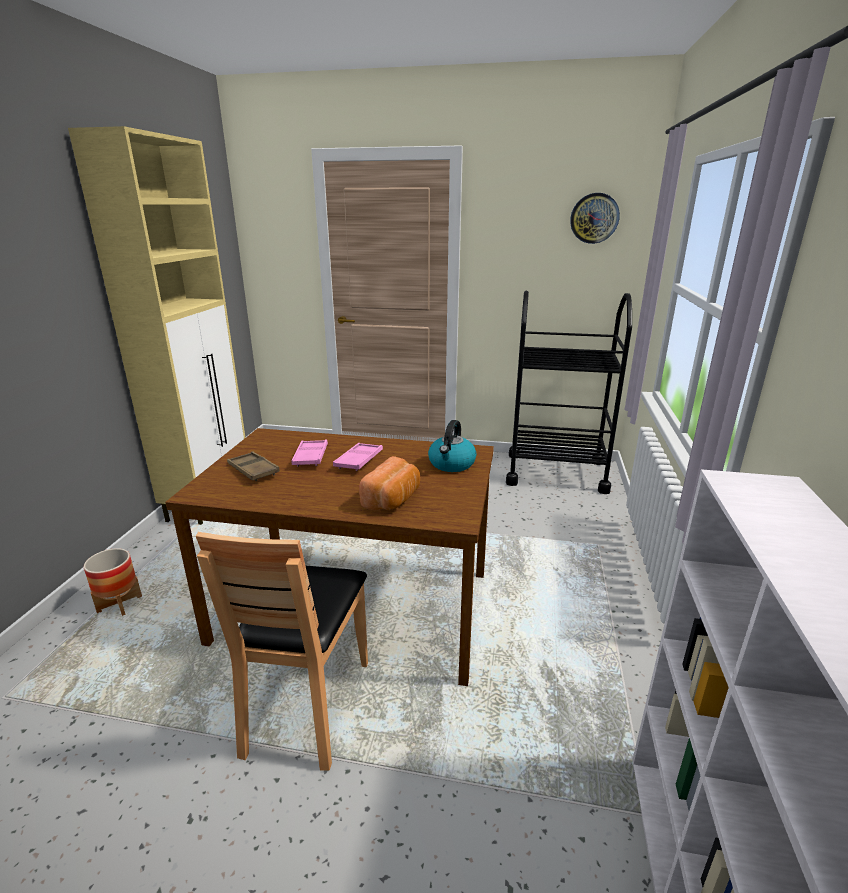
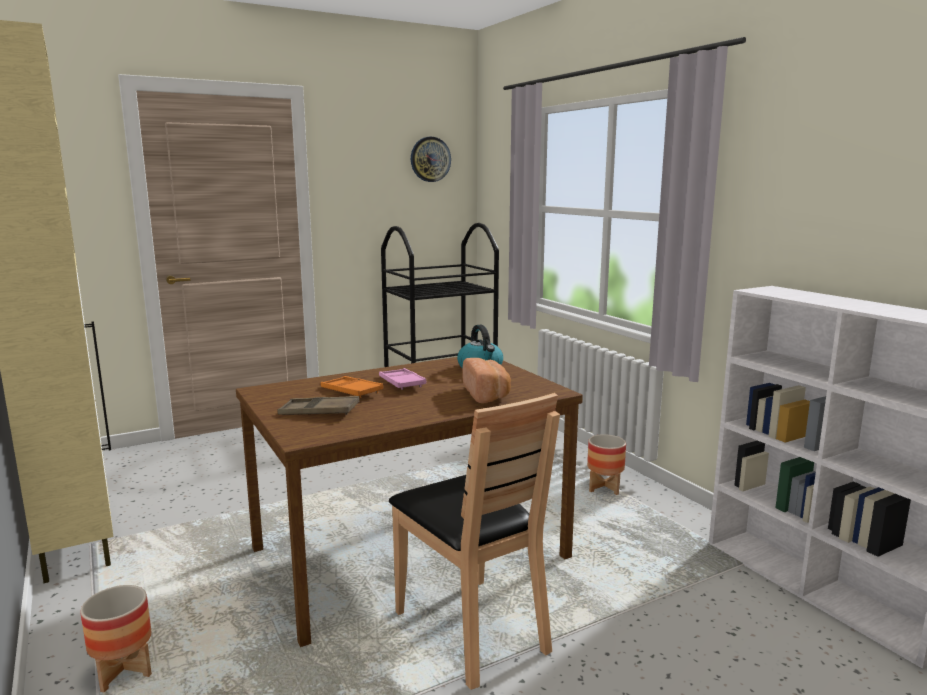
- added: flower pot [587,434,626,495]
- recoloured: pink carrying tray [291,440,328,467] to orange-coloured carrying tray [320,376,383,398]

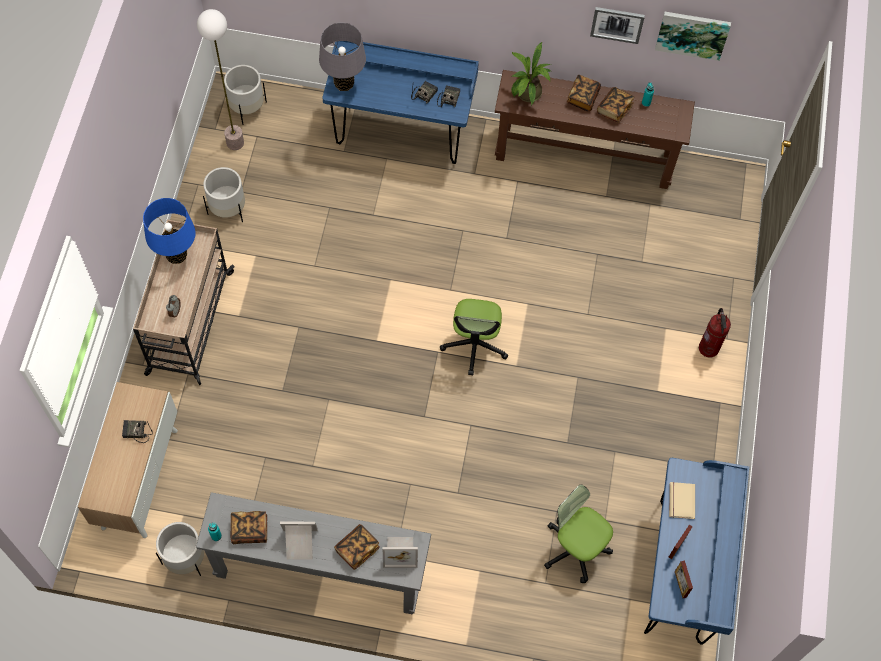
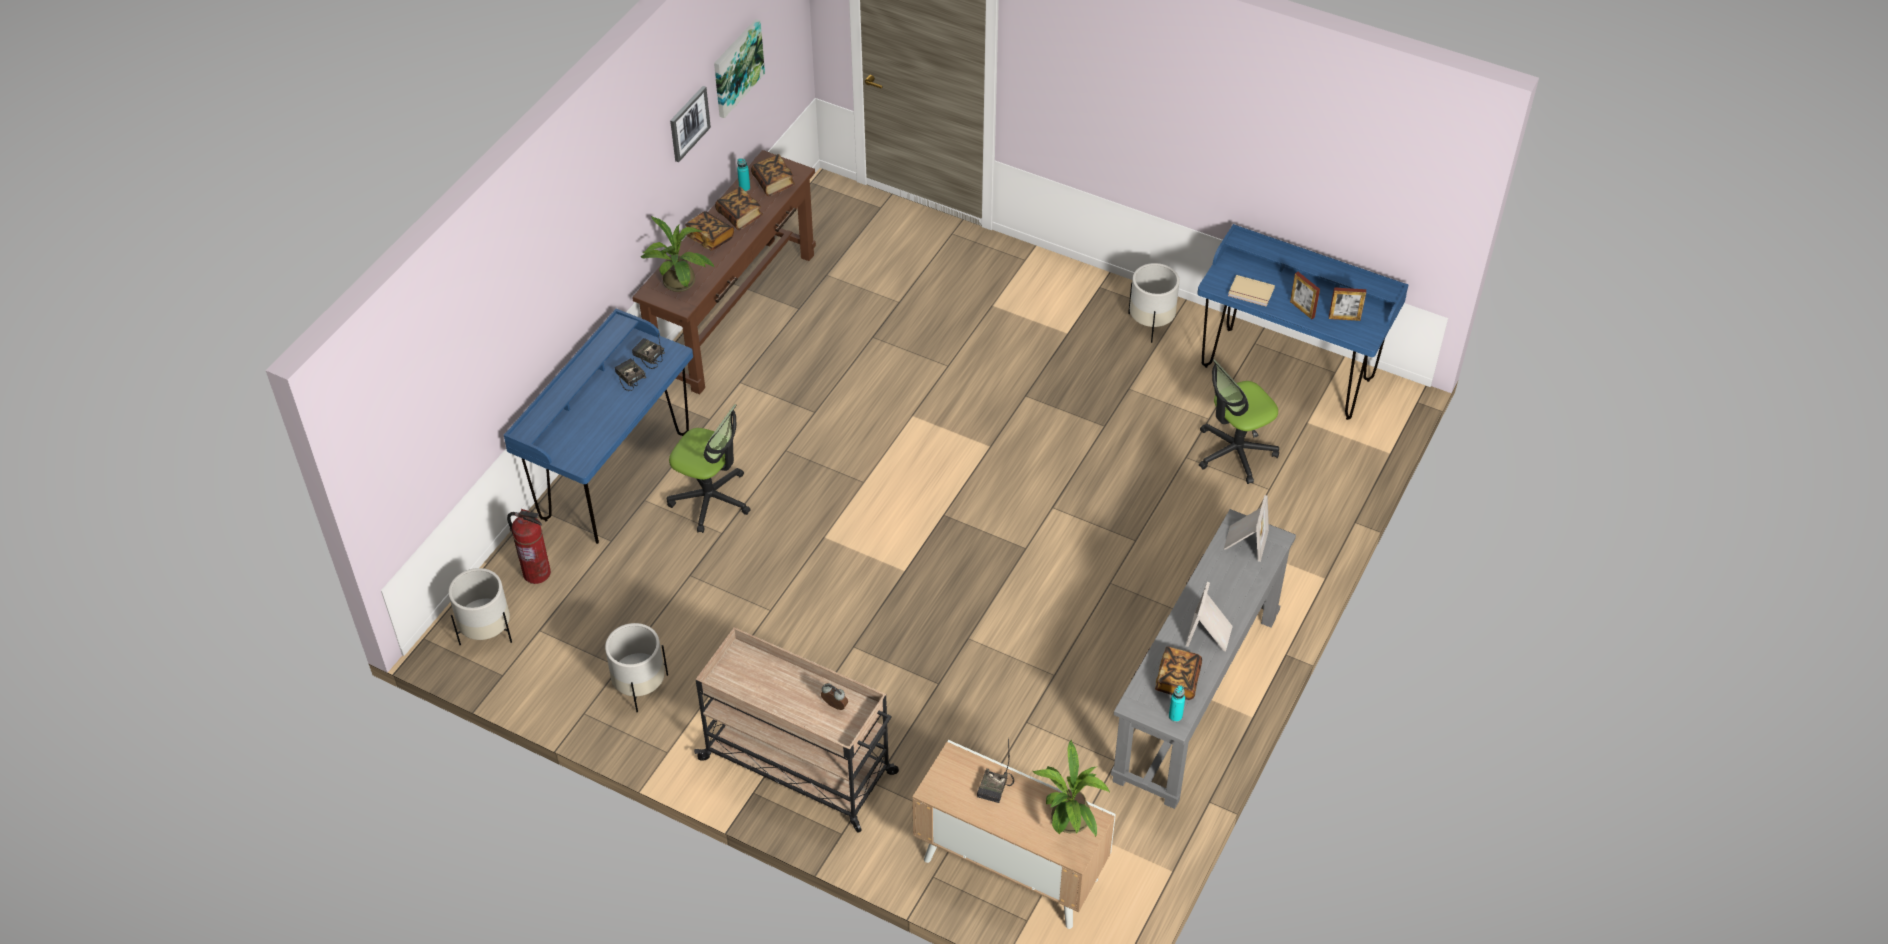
- removed: bluish lamp for a table [143,198,196,264]
- removed: standing lamp [197,9,244,150]
- removed: gray lamp for a table [319,22,366,91]
- added: houseplant [1033,740,1110,838]
- moved: white flower pot [156,522,204,576] to [1128,263,1180,343]
- moved: bound book [334,524,380,570] to [751,154,795,196]
- moved: office chair [440,299,508,376] to [667,404,751,533]
- moved: fire extinguisher [699,308,731,358] to [507,509,551,584]

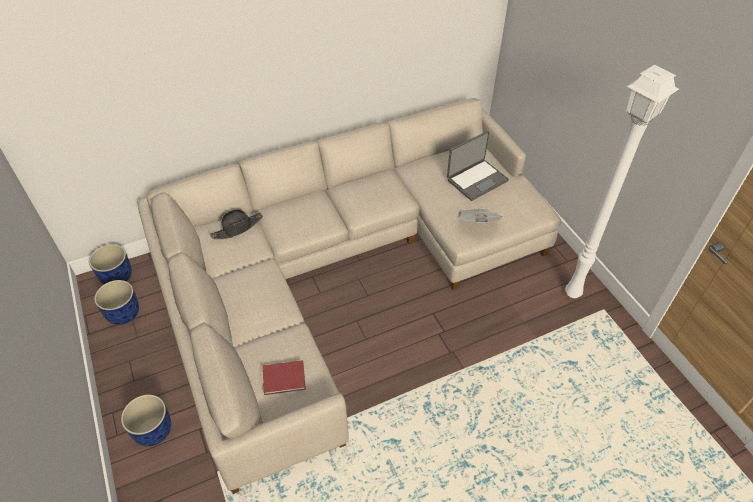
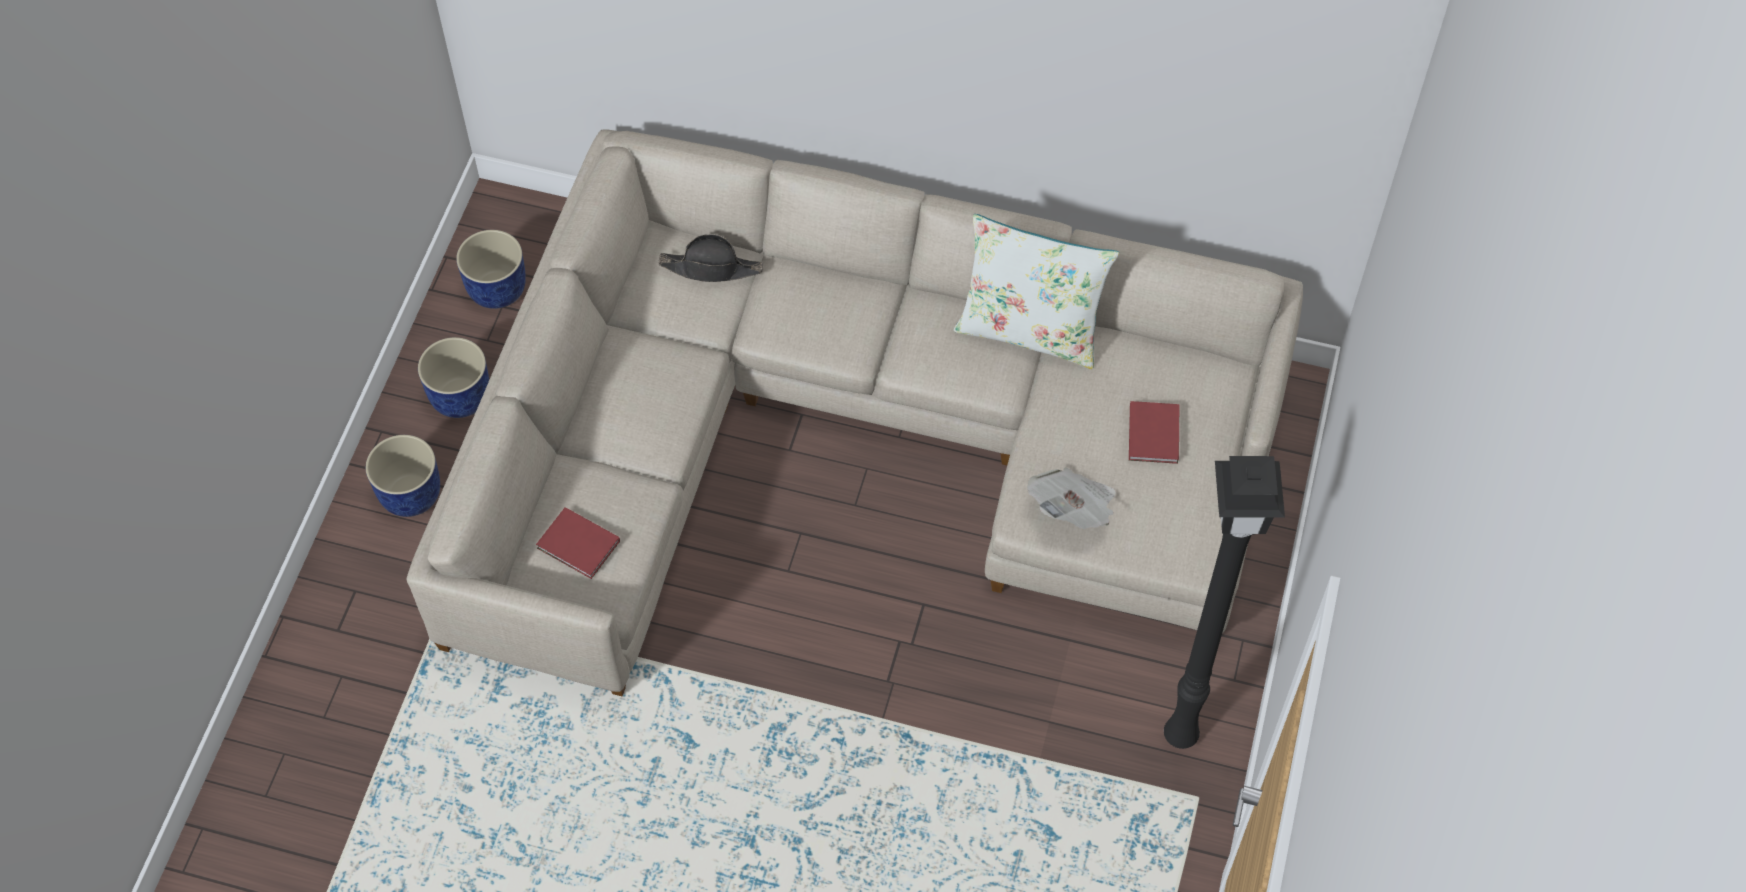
- added: white cushion [954,214,1119,369]
- moved: bluish flower pot [89,244,132,284] to [418,337,489,418]
- replaced: notebook computer [447,131,509,201] to red-coloured bound book [1129,401,1179,464]
- recoloured: white standing lamp [565,65,679,298] to black standing lamp [1164,456,1285,749]

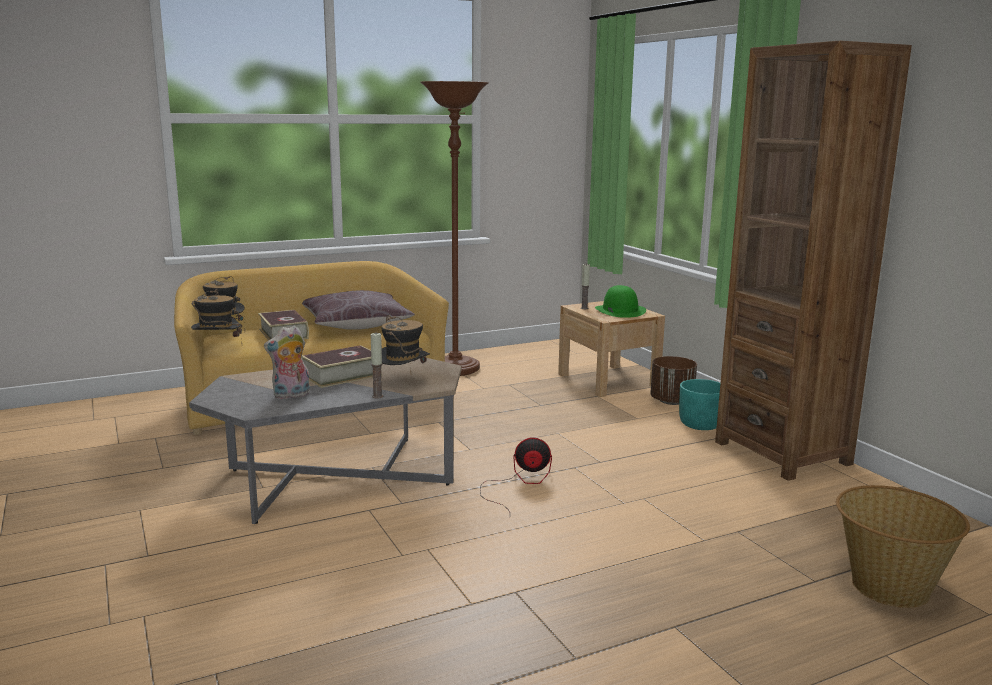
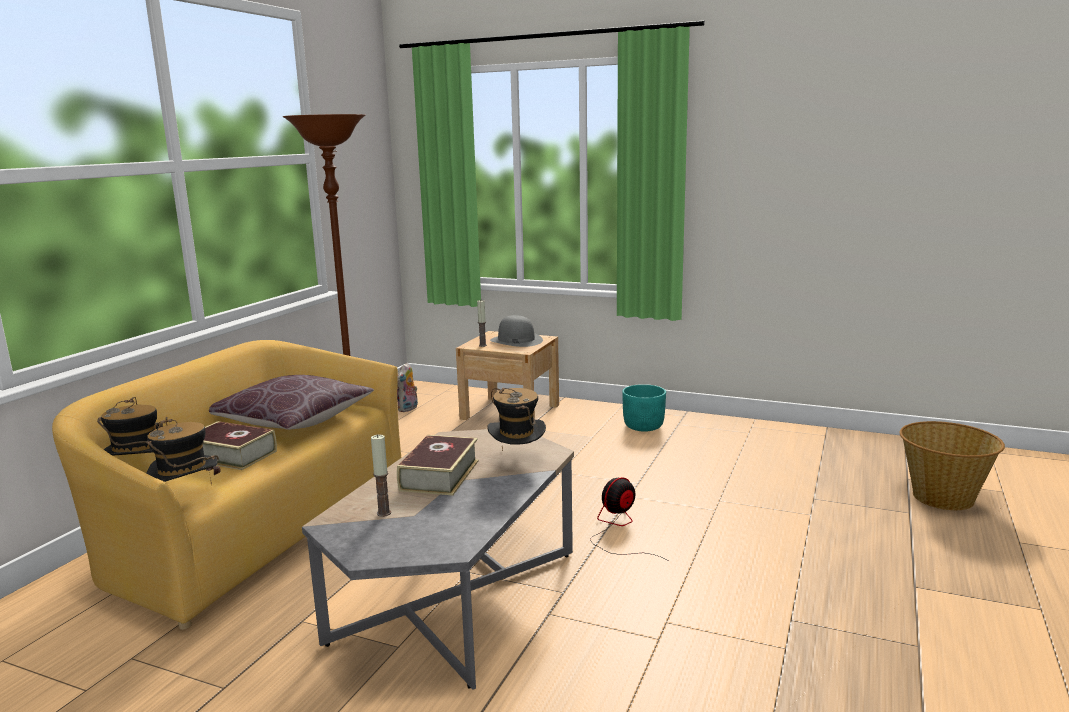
- removed: brown flower pot [650,356,697,405]
- removed: brown shelving unit [715,41,912,481]
- moved: cuddly toy [264,326,310,399] to [397,362,418,412]
- moved: wax candle [371,333,383,399] to [371,434,391,517]
- recoloured: green wearable hat [595,285,646,318] to gray wearable hat [490,315,543,347]

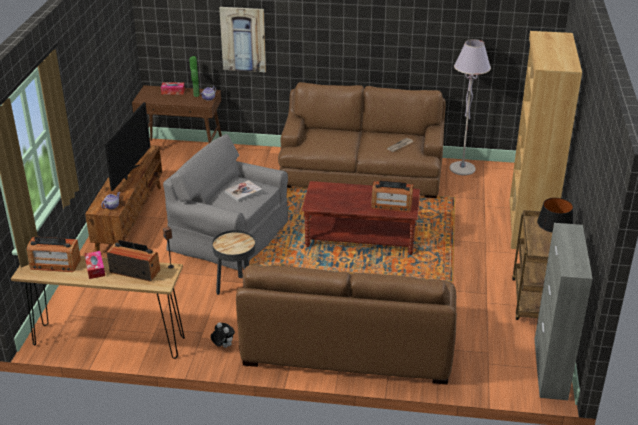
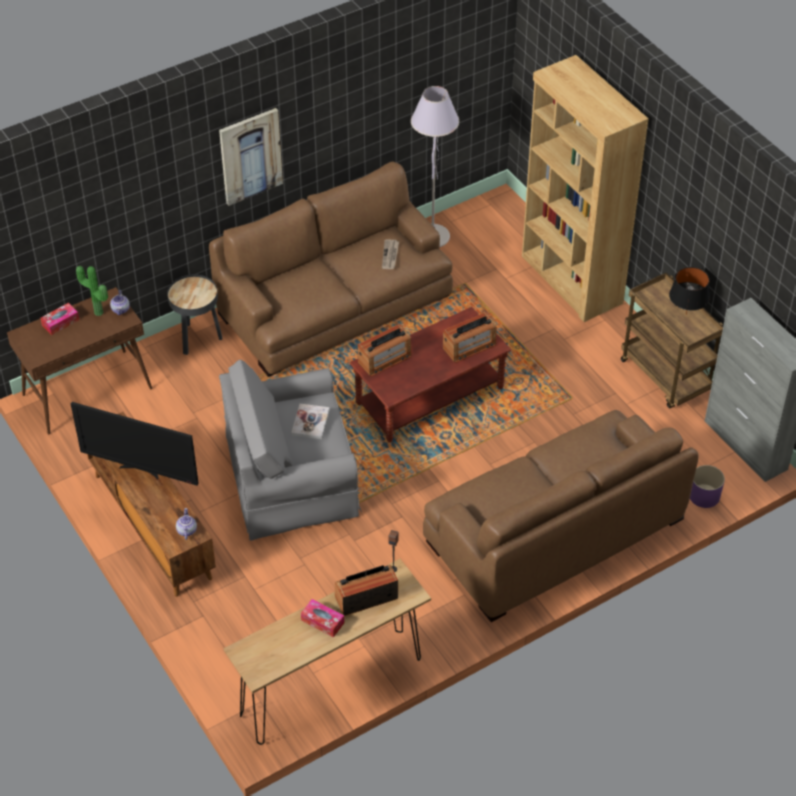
- removed: cuddly toy [211,322,235,348]
- added: purplish flower pot [690,465,725,508]
- moved: radio set [27,237,81,272] to [357,324,411,377]
- moved: black side table [212,230,256,295] to [167,274,222,355]
- moved: picture [219,7,266,72] to [219,108,283,206]
- turned: television [104,102,151,191] = [71,402,199,486] 135 degrees clockwise

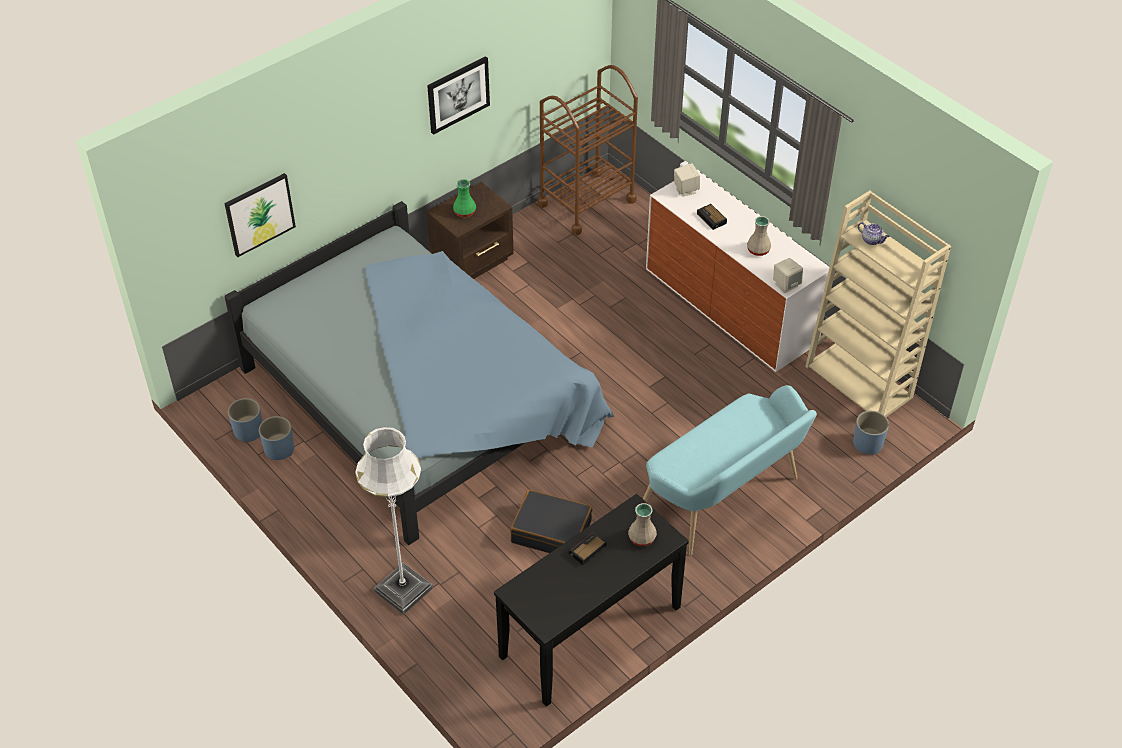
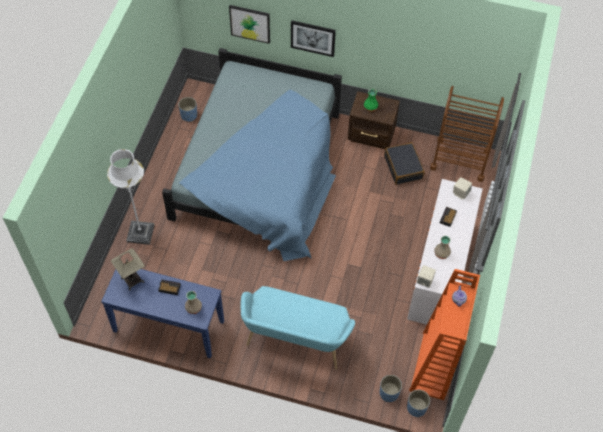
- added: lamp for a table [111,248,145,291]
- moved: bluish flower pot [259,416,294,460] to [407,390,430,417]
- moved: picture [427,56,490,135] to [291,20,336,57]
- moved: black piece of luggage [510,490,592,553] to [384,142,425,185]
- recoloured: black narrow table [494,494,689,707] to bluish narrow table [101,269,224,358]
- recoloured: sand-coloured shelving unit [805,190,951,417] to orange-coloured shelving unit [409,269,480,400]

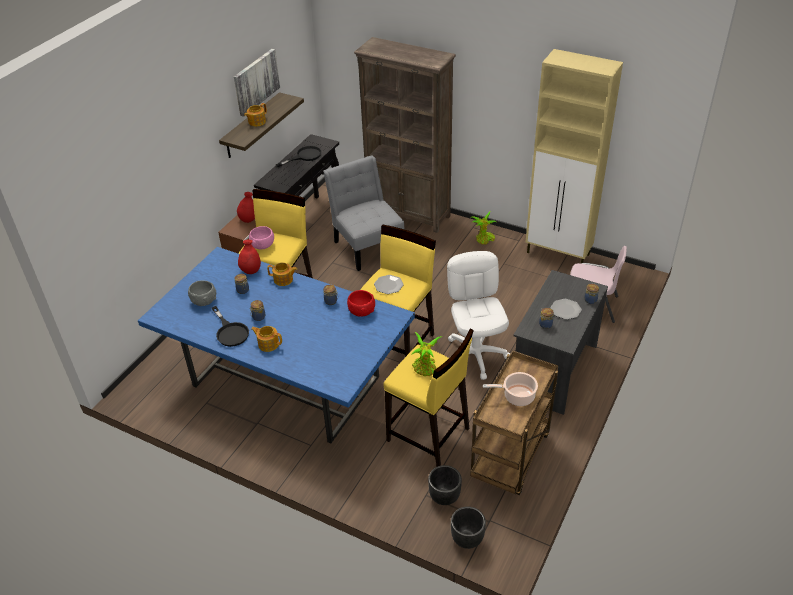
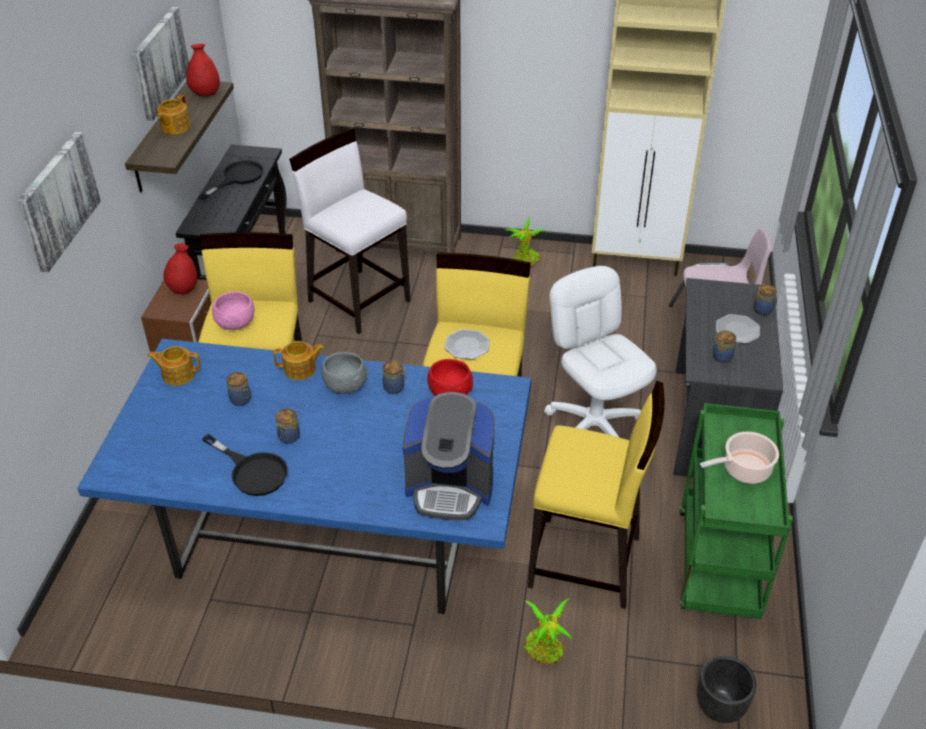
- removed: black flower pot [428,465,462,505]
- added: picture [18,132,101,272]
- added: coffee machine [403,392,495,520]
- moved: gray bowl [188,280,216,306] to [321,352,368,394]
- moved: red-coloured flower vase [238,240,261,274] to [186,44,220,97]
- moved: tea pot [251,326,282,352] to [148,346,200,386]
- moved: houseplant [411,332,442,376] to [524,598,572,664]
- replaced: gray chair [323,155,405,271] to white stool seat [289,128,410,334]
- recoloured: brown cart [470,350,558,495] to green cart [680,403,793,619]

